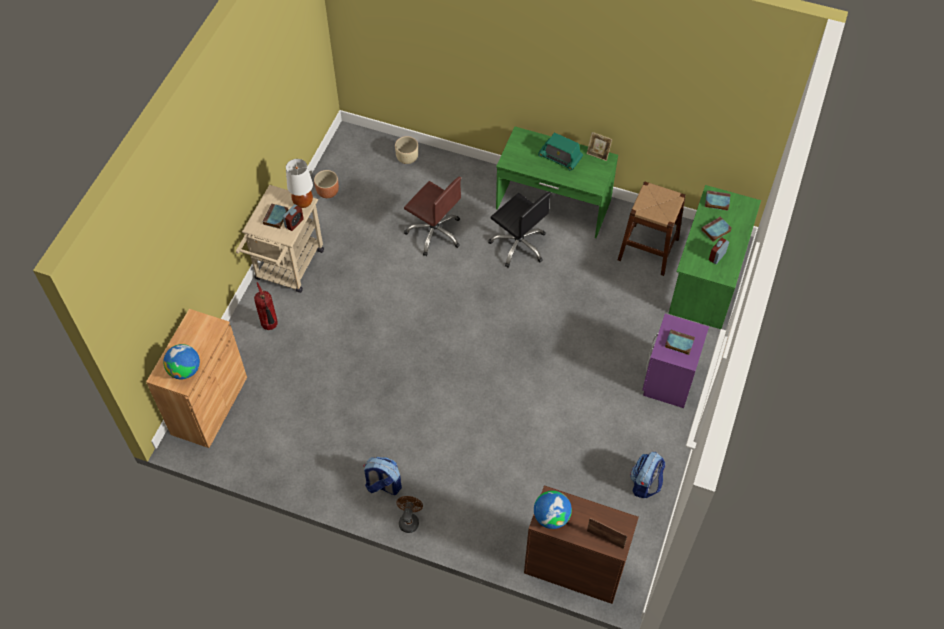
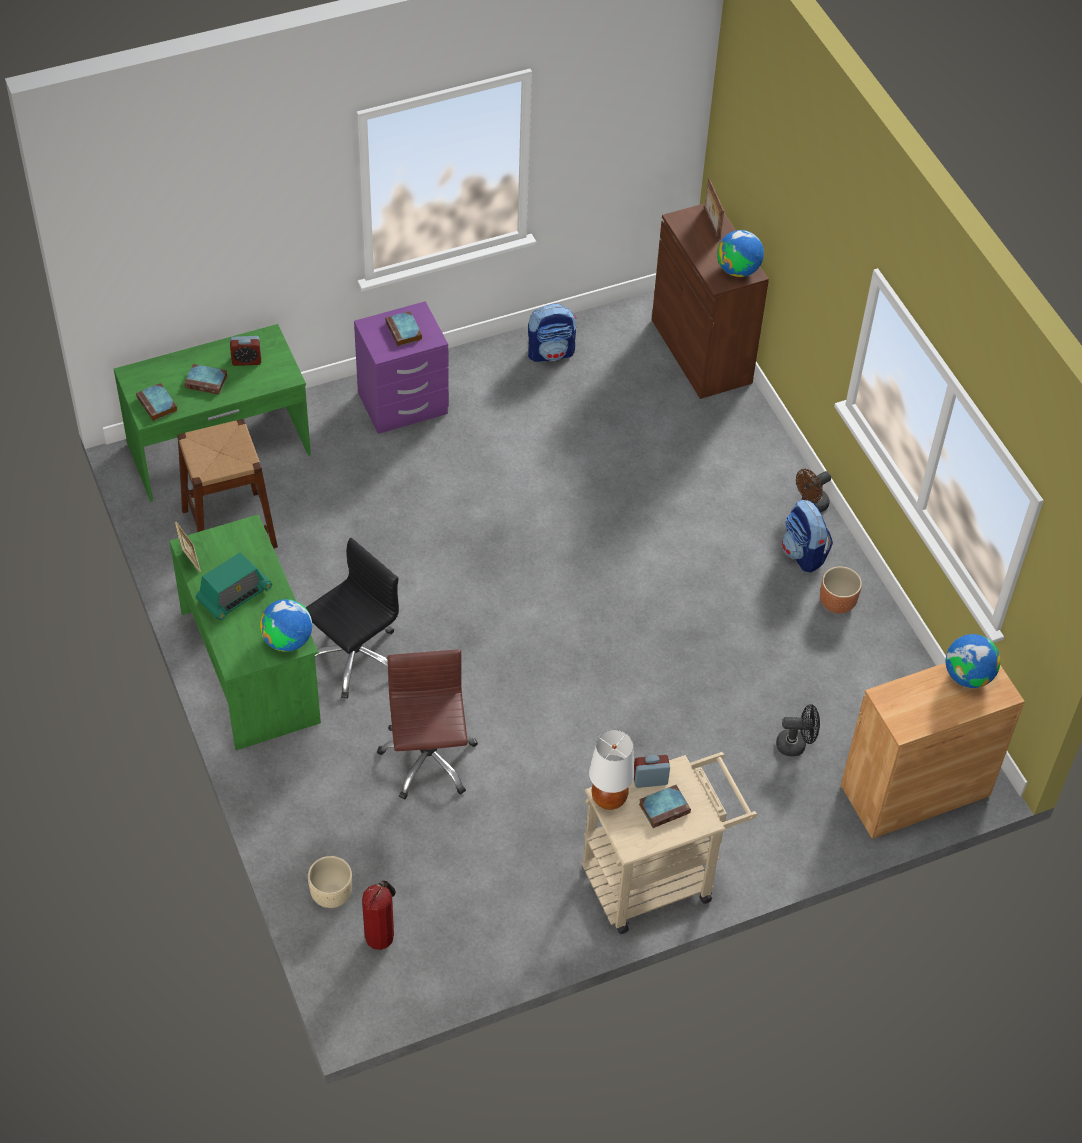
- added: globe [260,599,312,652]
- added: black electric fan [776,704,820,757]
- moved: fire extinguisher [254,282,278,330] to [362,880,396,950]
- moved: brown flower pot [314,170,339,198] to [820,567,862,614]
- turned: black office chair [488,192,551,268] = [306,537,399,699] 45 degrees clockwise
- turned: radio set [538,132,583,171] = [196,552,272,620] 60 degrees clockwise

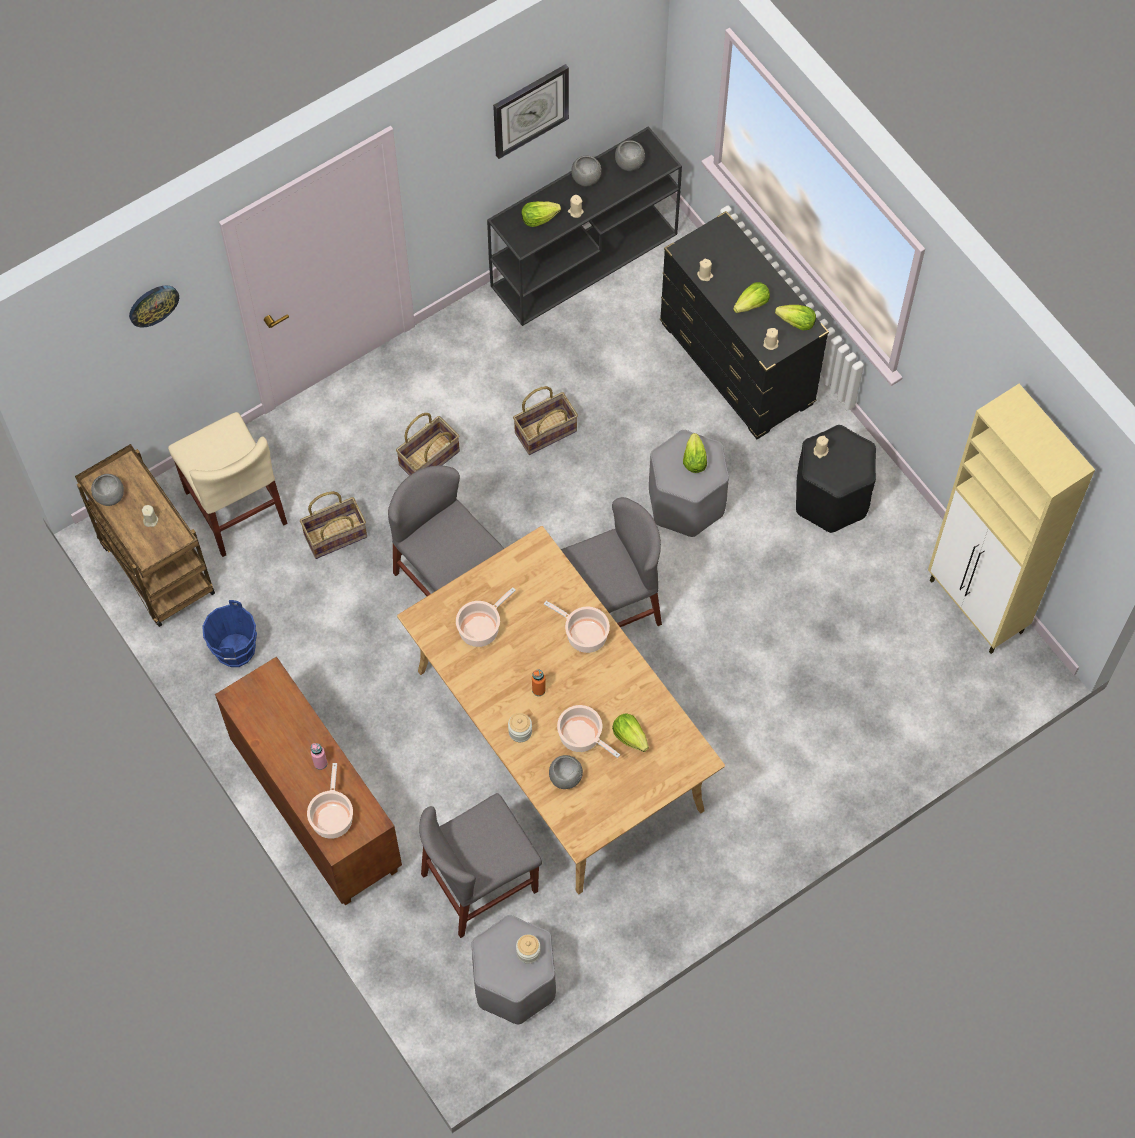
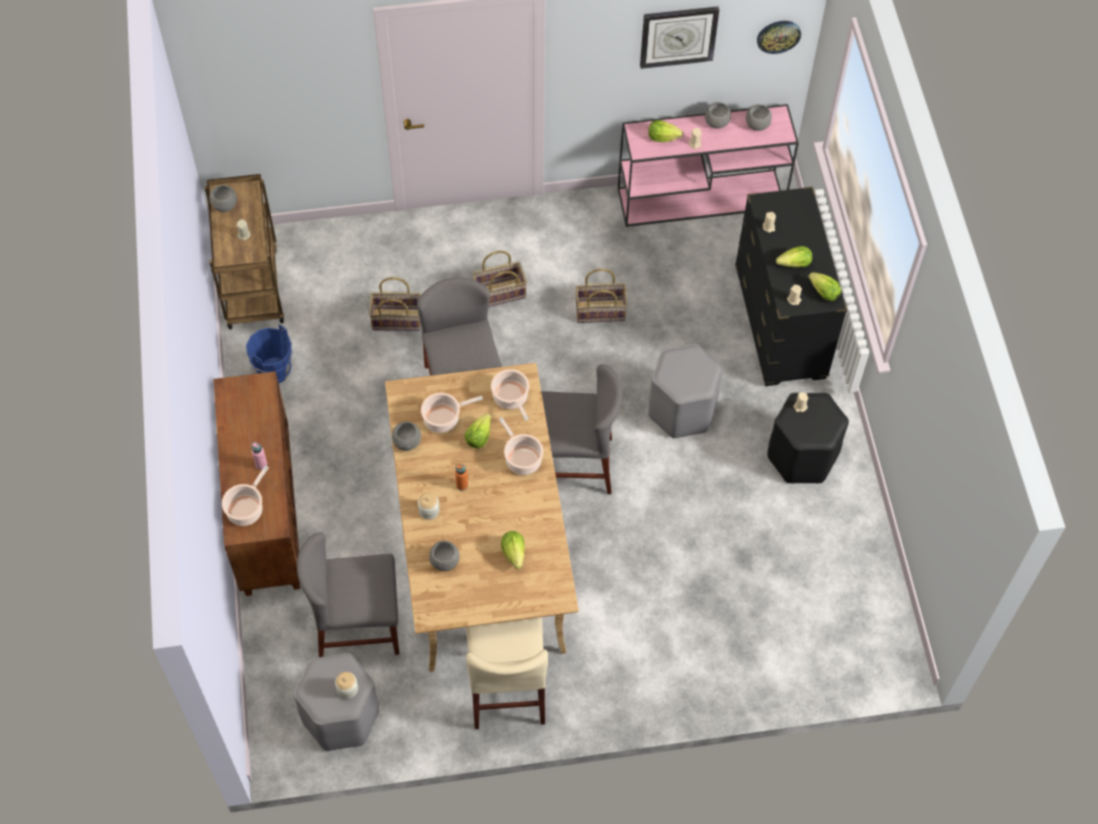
- removed: sand-coloured cupboard [928,384,1095,654]
- added: gray bowl [392,422,421,451]
- moved: hanging clock [129,285,179,328] to [757,21,801,54]
- moved: sand-coloured chair [168,412,288,557] to [466,617,548,729]
- moved: saucepot [557,705,620,758] to [491,369,529,421]
- moved: head of lettuce [683,433,707,473] to [465,413,491,449]
- recoloured: black narrow table [487,126,682,326] to pink narrow table [618,104,799,227]

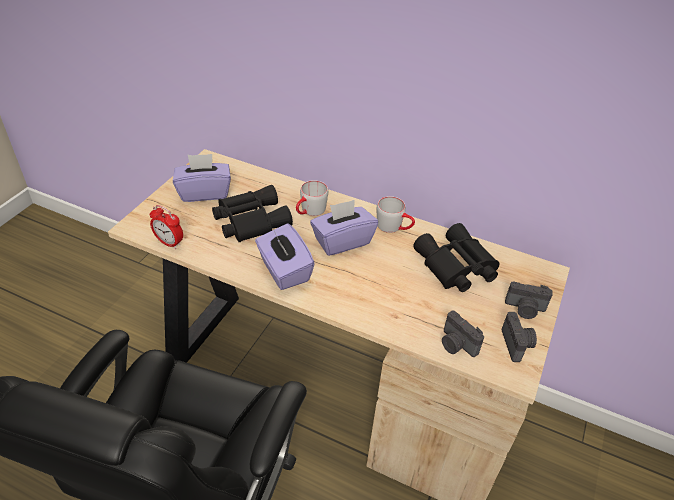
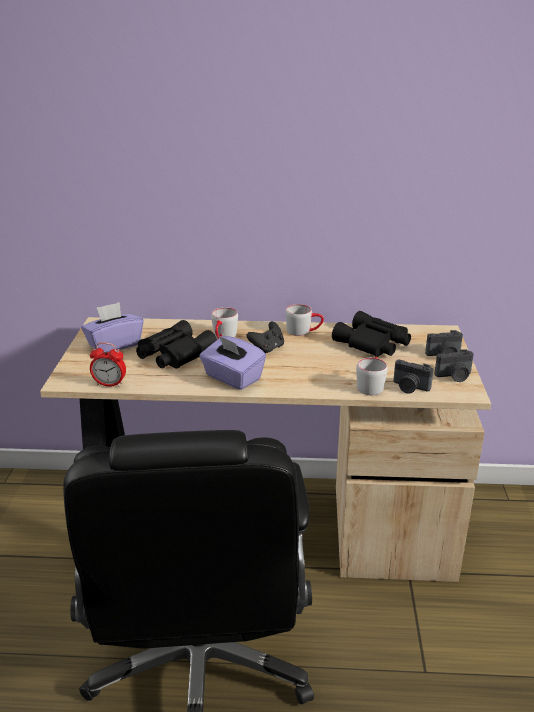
- added: gray coffee mug [356,357,388,395]
- replaced: purplish tissue holder [310,200,378,256] to black game controller [246,322,284,353]
- turned: still camera [502,312,537,362] = [435,349,474,382] 105 degrees clockwise

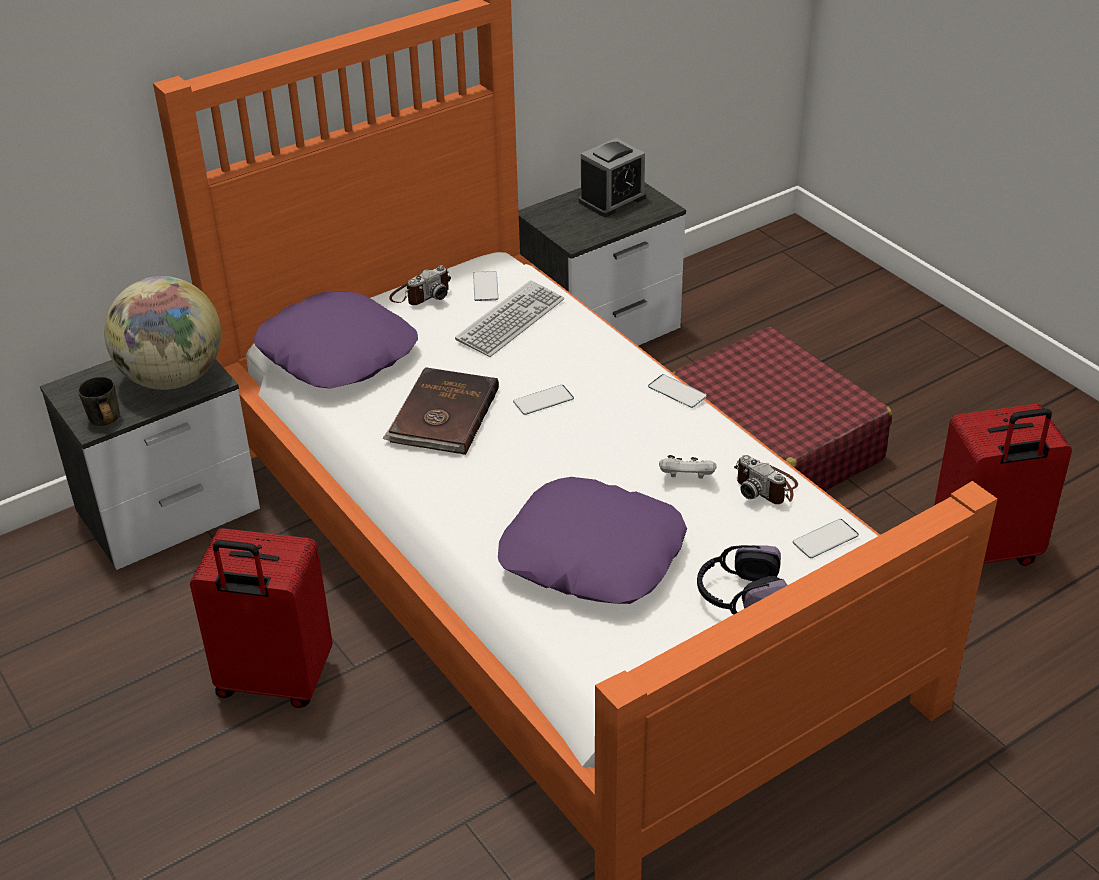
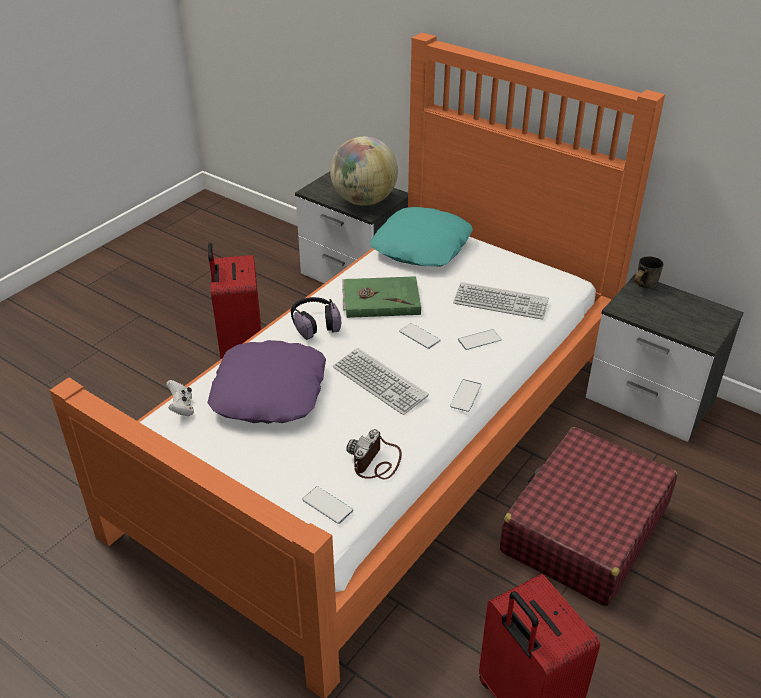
- removed: still camera [389,265,451,305]
- removed: alarm clock [579,138,646,217]
- added: keyboard [333,348,429,415]
- moved: gray coffee mug [78,377,120,426] to [634,256,664,289]
- moved: phone [473,271,498,301] to [458,329,502,350]
- moved: white game controller [659,455,717,479] to [166,380,194,416]
- moved: pair of headphones [697,545,787,615] to [291,297,341,340]
- recoloured: purplish cushion [254,291,418,389] to blue-green cushion [370,207,473,267]
- recoloured: brown bound book [383,367,499,455] to green bound book [342,276,421,318]

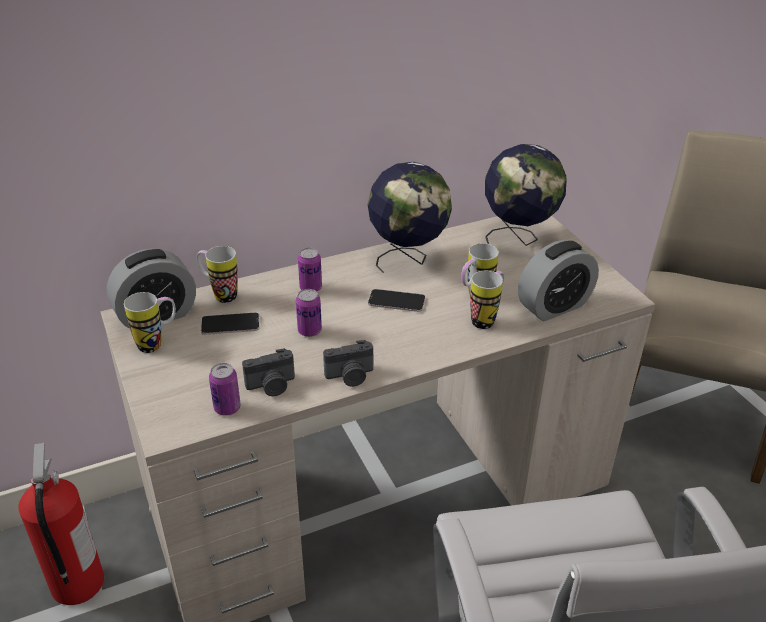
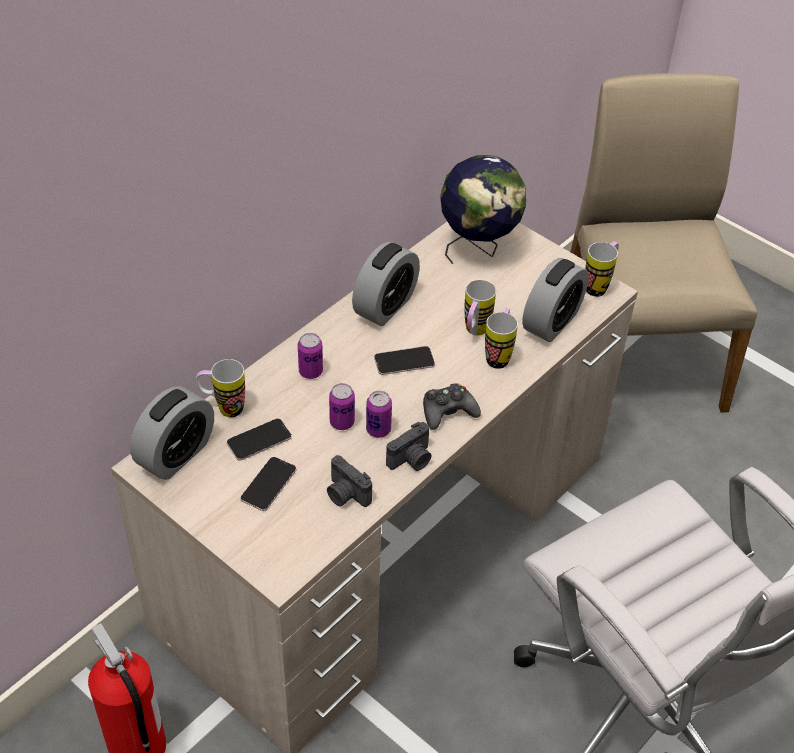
- added: phone [240,457,296,511]
- added: black game controller [423,383,481,430]
- moved: coffee mug [124,292,176,353] to [585,242,619,297]
- moved: sealed can [209,363,241,416] to [366,391,392,438]
- replaced: globe [367,162,452,273] to alarm clock [352,242,420,326]
- turned: still camera [242,348,295,396] = [327,455,372,507] 90 degrees clockwise

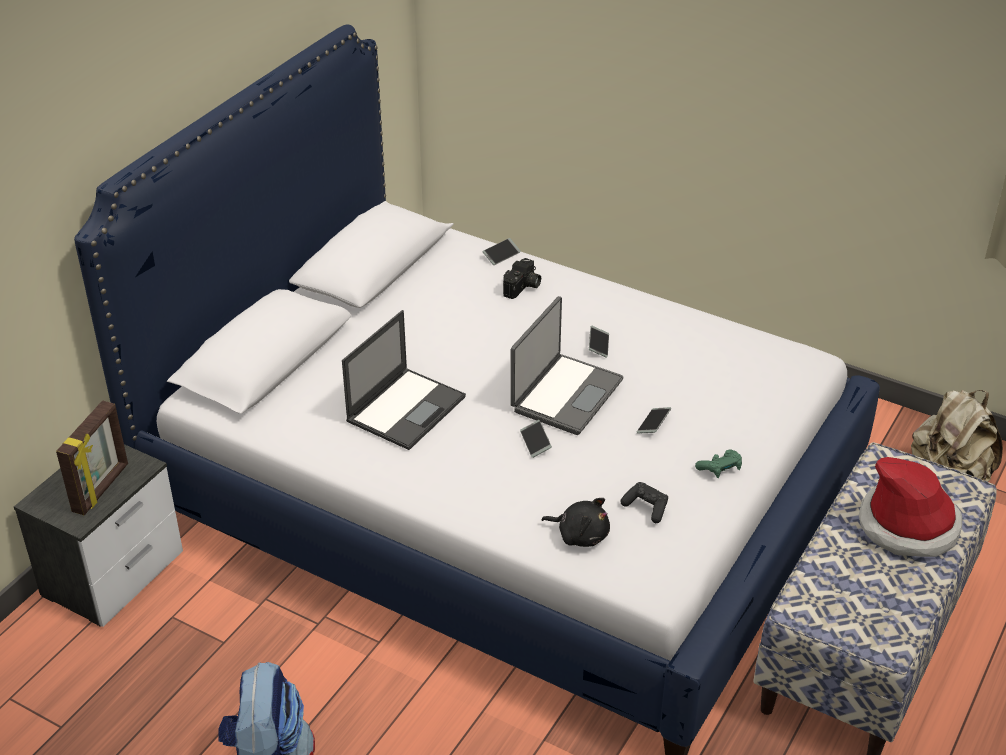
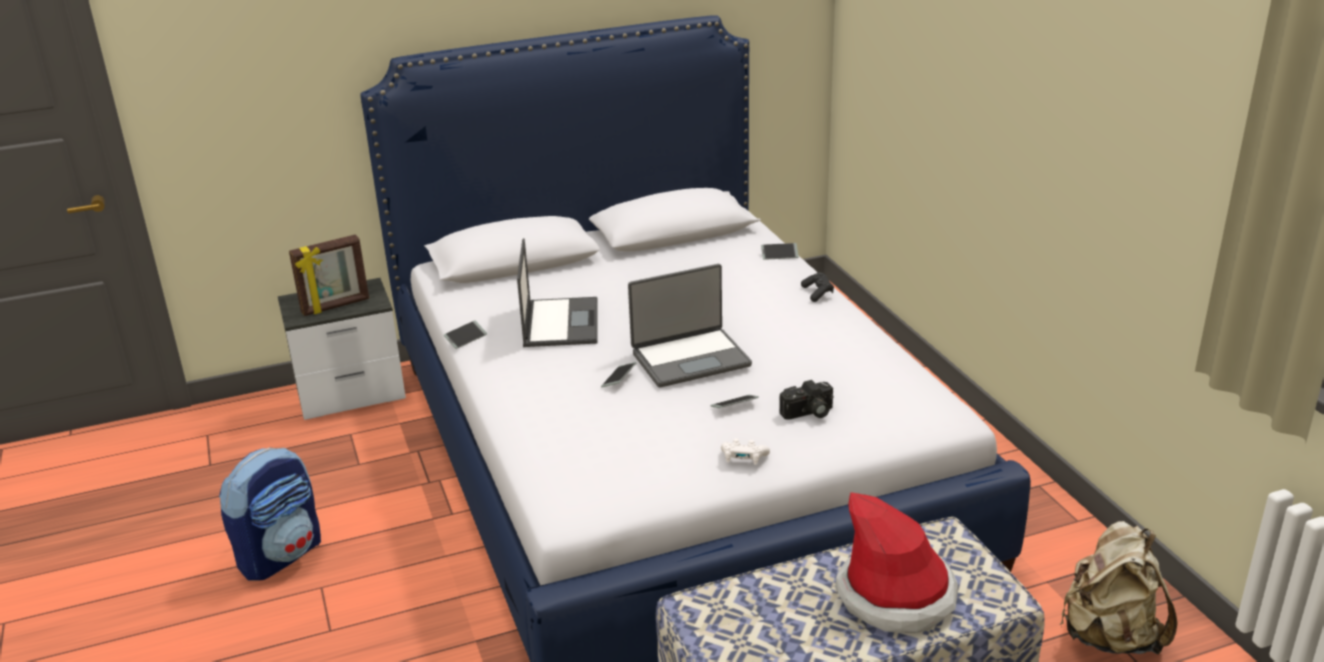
- removed: black cuddly toy [542,498,610,547]
- moved: still camera [503,258,541,299] to [779,380,833,419]
- moved: phone [589,326,609,358] to [444,321,487,349]
- moved: black game controller [620,482,668,523] to [801,272,834,302]
- recoloured: green game controller [695,449,742,478] to white game controller [721,438,770,465]
- turned: notebook computer [342,310,466,450] = [517,238,598,347] 75 degrees counterclockwise

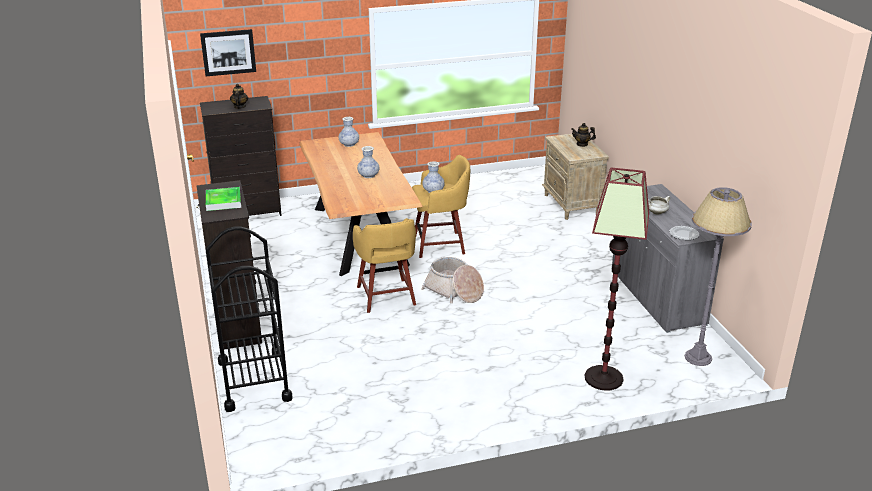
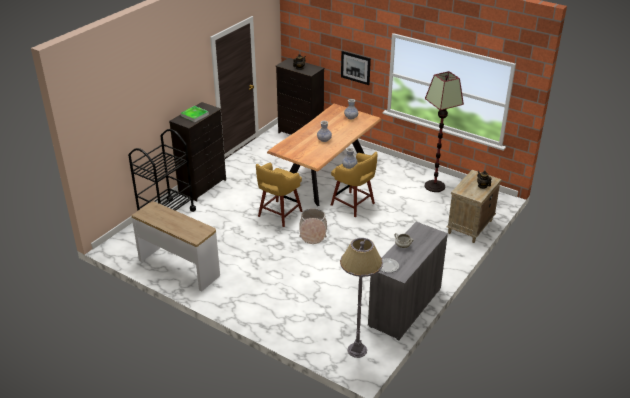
- added: narrow table [131,201,220,291]
- moved: picture [200,29,256,76] to [341,51,371,85]
- moved: standing lamp [585,168,649,391] to [425,71,464,192]

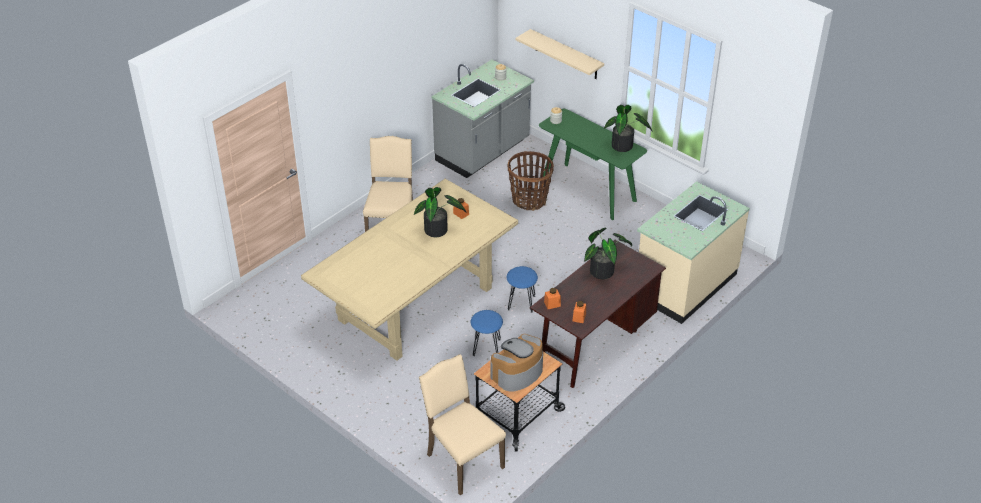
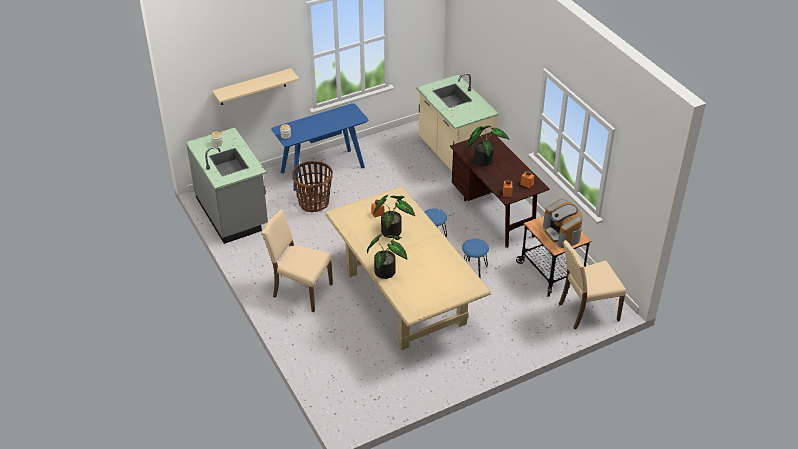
- moved: houseplant [604,105,652,152] to [367,234,408,279]
- recoloured: green narrow table [539,109,647,220] to bluish narrow table [272,103,368,191]

